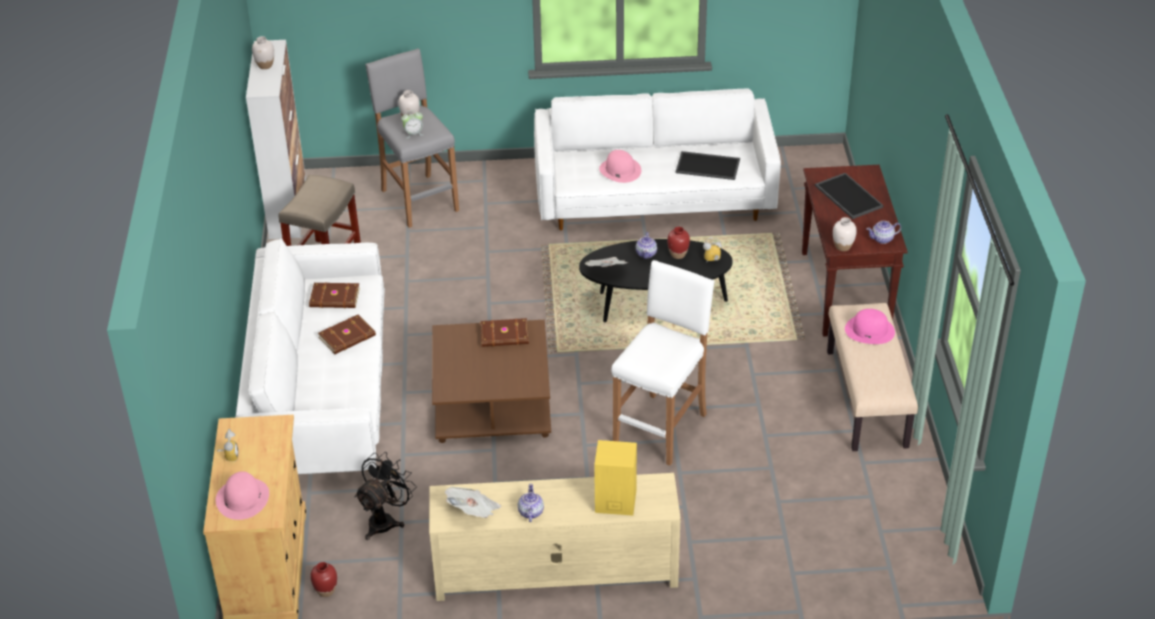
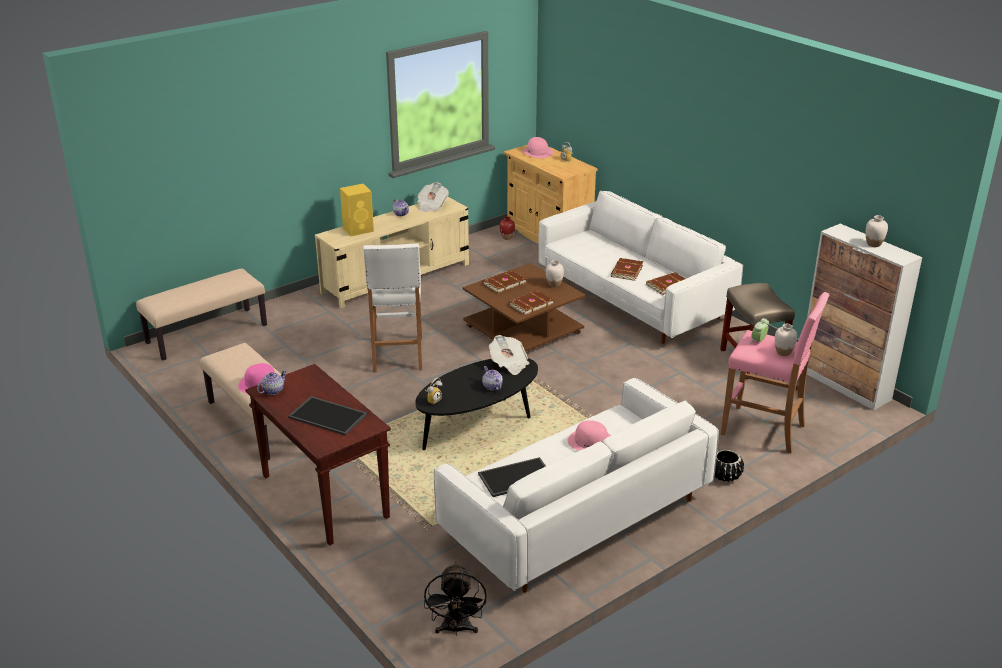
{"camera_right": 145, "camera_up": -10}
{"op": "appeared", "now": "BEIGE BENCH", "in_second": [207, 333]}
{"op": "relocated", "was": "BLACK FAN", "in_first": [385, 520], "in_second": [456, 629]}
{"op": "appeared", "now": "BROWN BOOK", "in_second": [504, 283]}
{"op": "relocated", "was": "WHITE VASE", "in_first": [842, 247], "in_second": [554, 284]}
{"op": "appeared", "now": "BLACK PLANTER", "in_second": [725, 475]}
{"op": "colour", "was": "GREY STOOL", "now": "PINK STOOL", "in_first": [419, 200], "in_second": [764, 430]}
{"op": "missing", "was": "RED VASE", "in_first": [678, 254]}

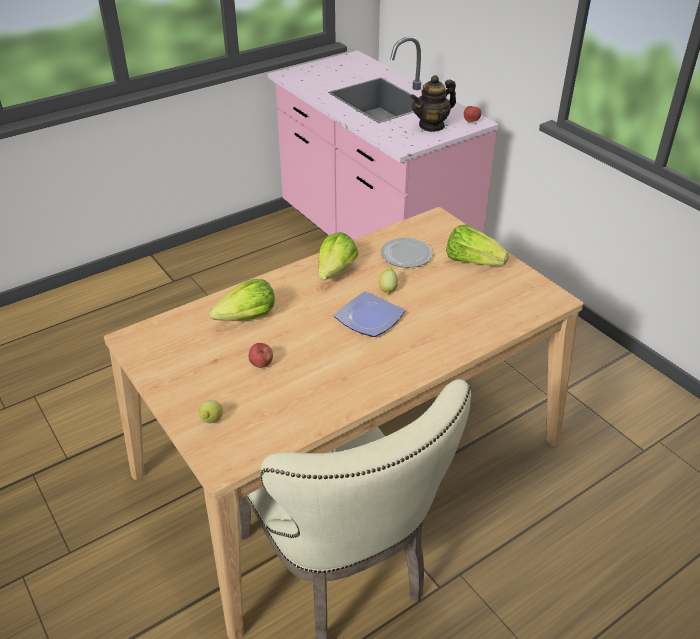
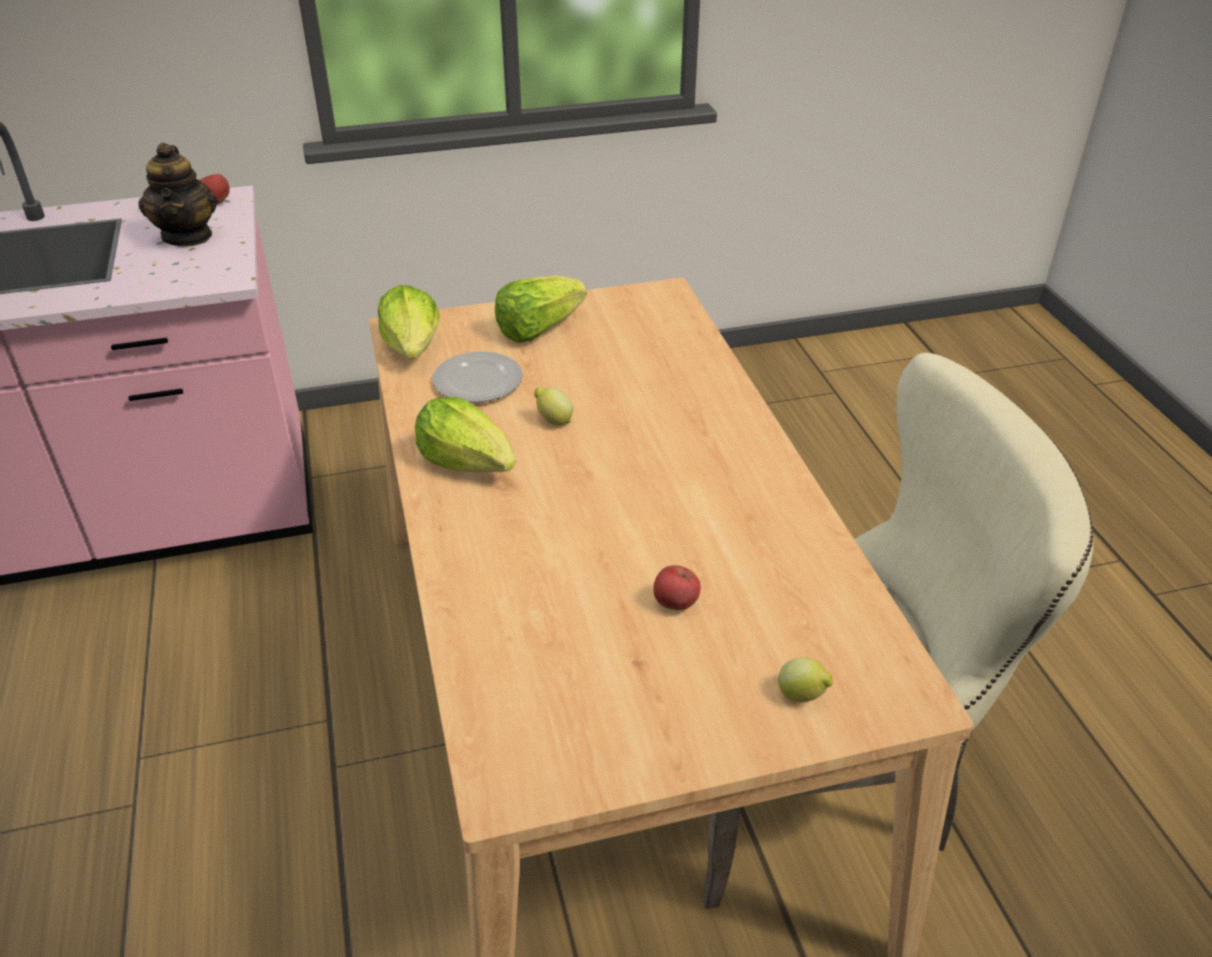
{"camera_right": -70, "camera_up": 0}
{"op": "relocated", "was": "LETTUCE", "in_first": [247, 317], "in_second": [413, 347]}
{"op": "missing", "was": "PLATE", "in_first": [369, 317]}

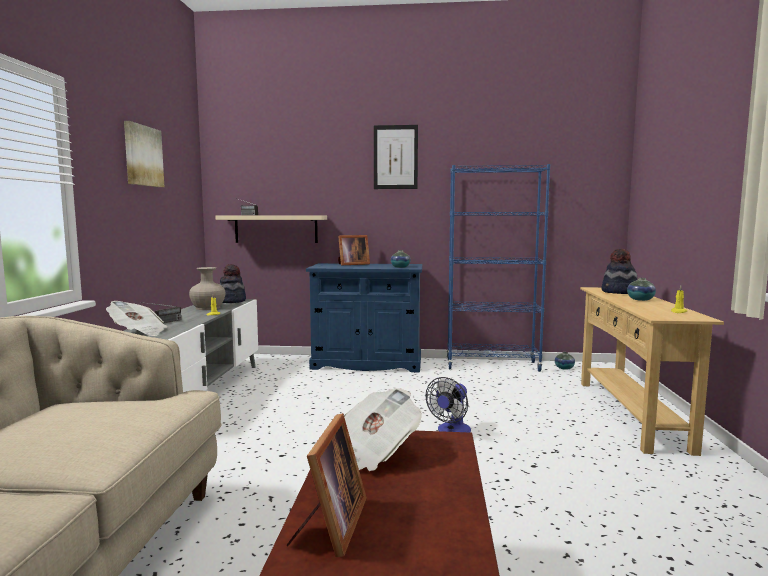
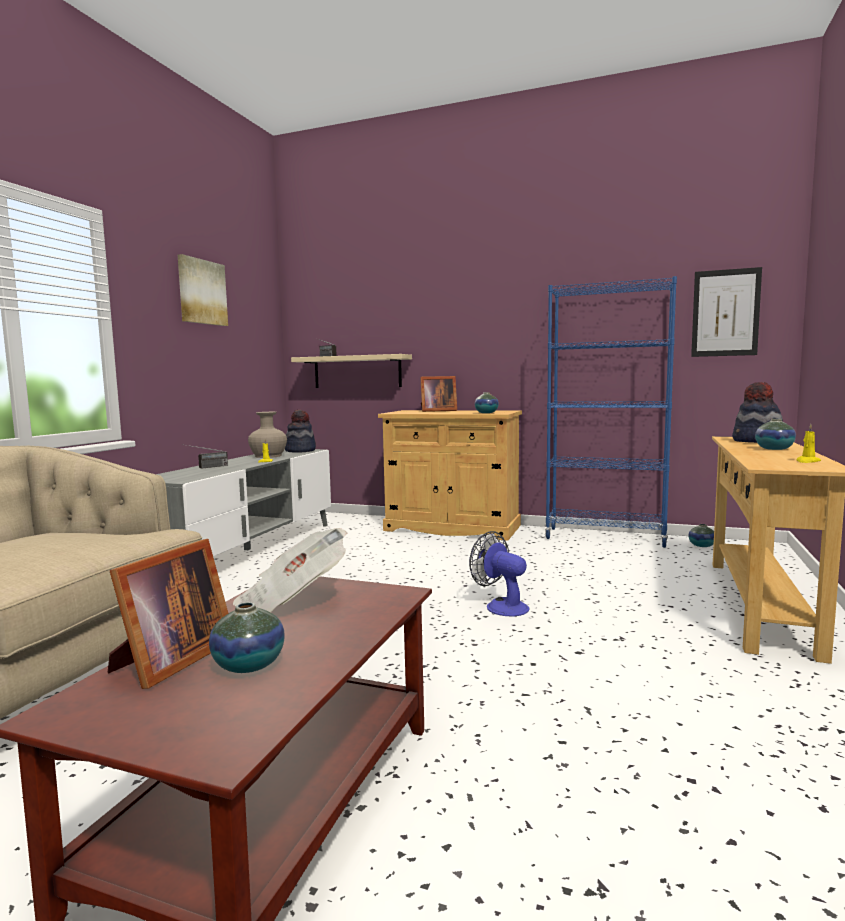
{"camera_right": 15, "camera_up": 0}
{"op": "appeared", "now": "VASE", "in_second": [248, 665]}
{"op": "colour", "was": "BLUE CABINET", "now": "BEIGE CABINET", "in_first": [367, 363], "in_second": [452, 528]}
{"op": "spun", "was": "FAN", "in_first": [451, 431], "in_second": [501, 606], "clockwise": 90}
{"op": "relocated", "was": "PICTURE", "in_first": [395, 157], "in_second": [725, 313]}
{"op": "missing", "was": "NEWSPAPER", "in_first": [138, 332]}

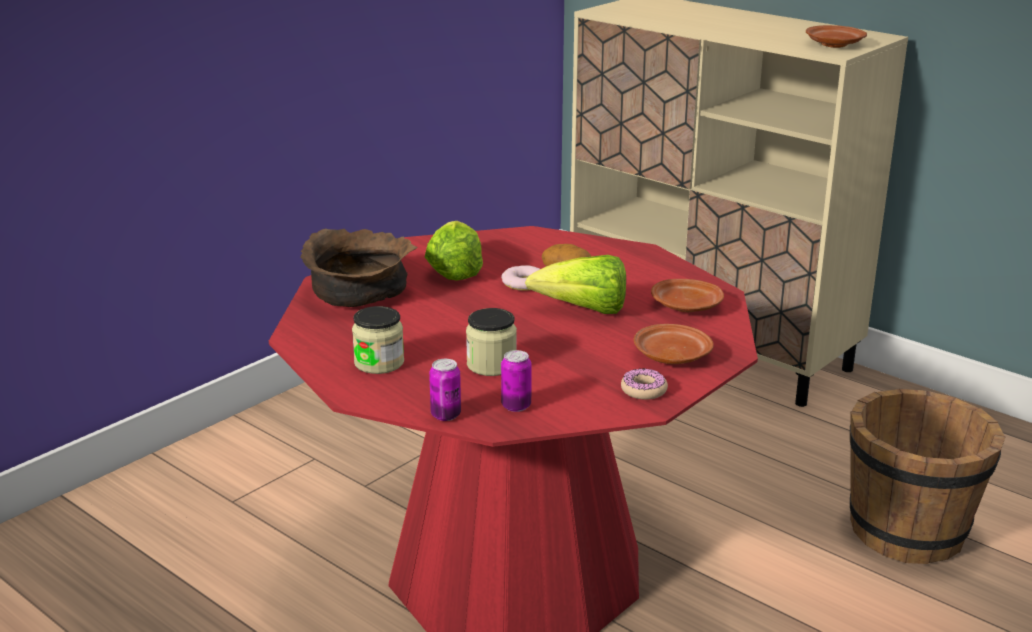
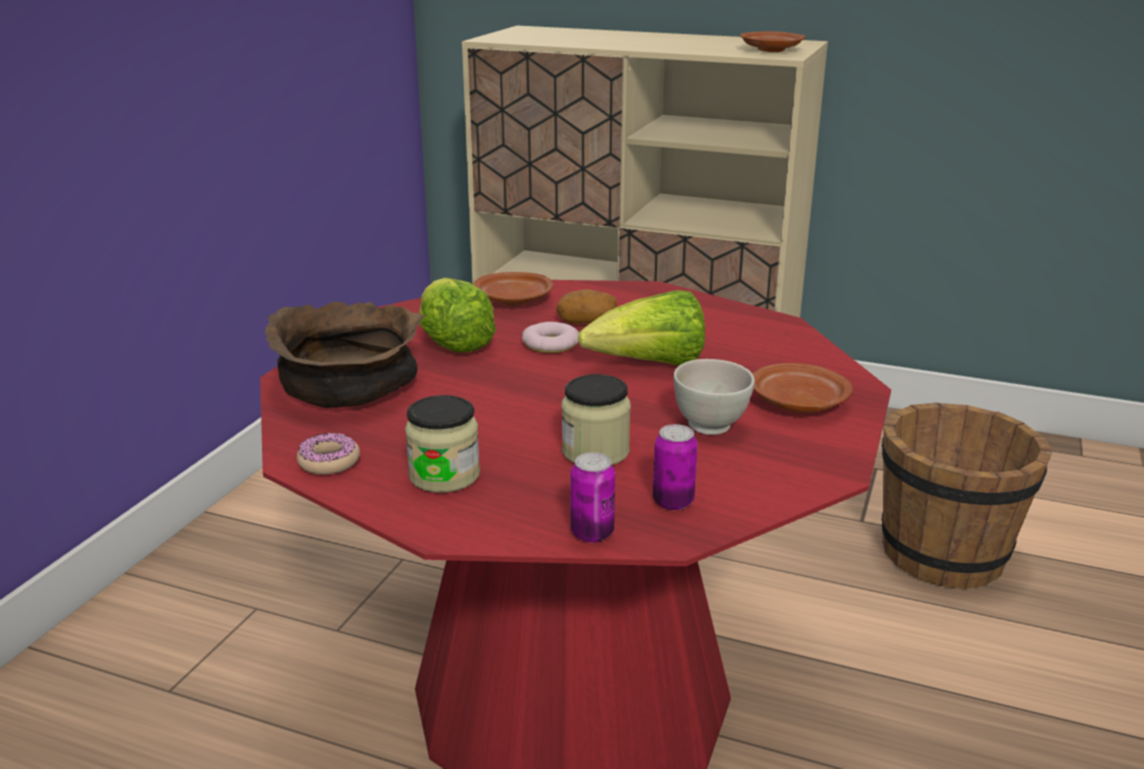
{"camera_right": -20, "camera_up": 0}
{"op": "relocated", "was": "DONUT", "in_first": [643, 390], "in_second": [329, 462]}
{"op": "relocated", "was": "BROWN PLATE", "in_first": [687, 307], "in_second": [514, 300]}
{"op": "appeared", "now": "WHITE BOWL", "in_second": [710, 426]}

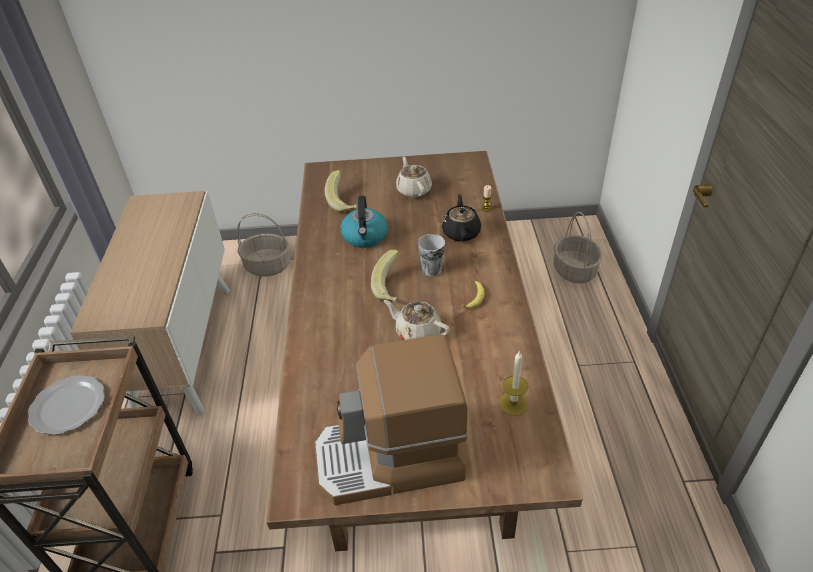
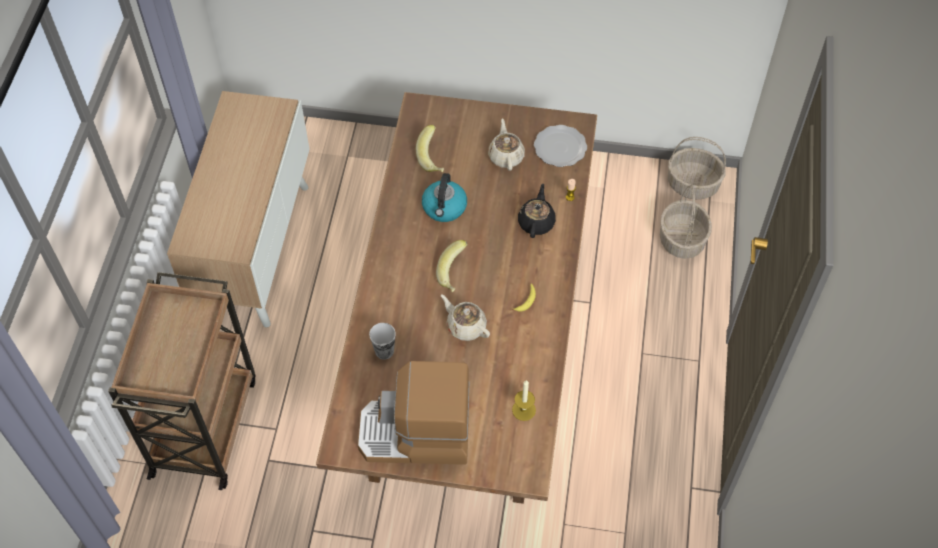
{"camera_right": 10, "camera_up": 15}
{"op": "relocated", "was": "CUP", "in_first": [432, 270], "in_second": [384, 351]}
{"op": "relocated", "was": "PLATE", "in_first": [67, 407], "in_second": [559, 148]}
{"op": "relocated", "was": "BASKET", "in_first": [268, 266], "in_second": [693, 184]}

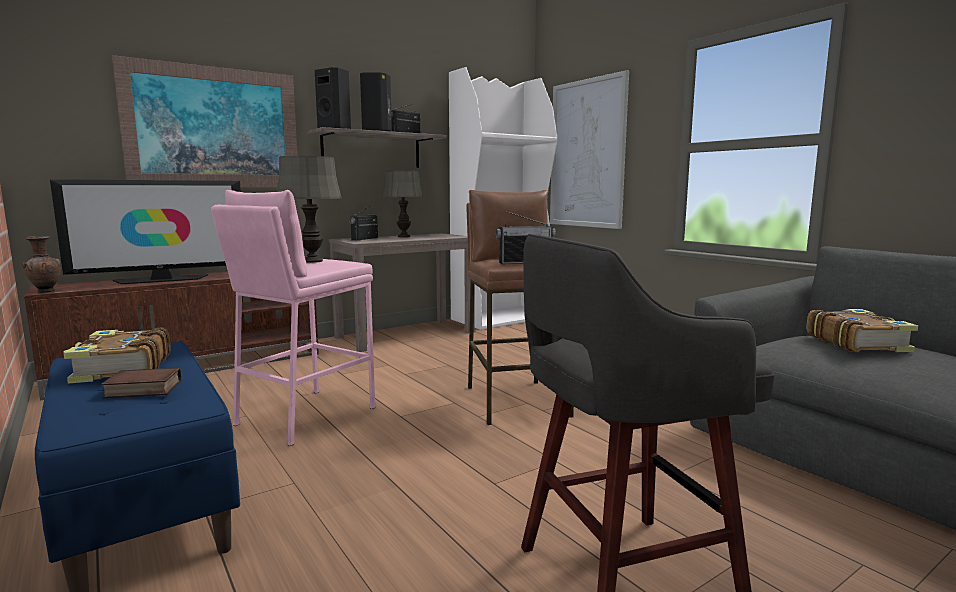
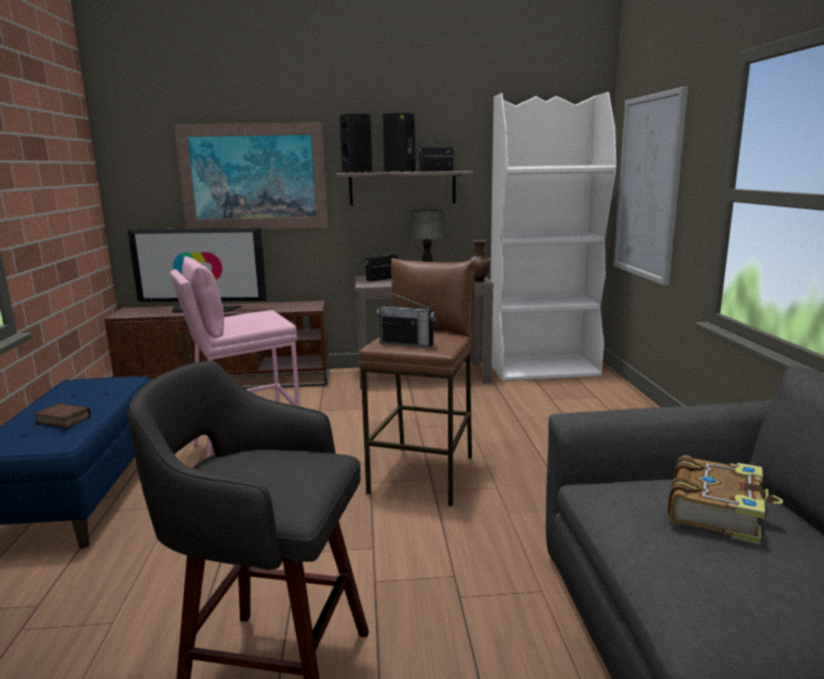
{"camera_right": 30, "camera_up": 5}
{"op": "relocated", "was": "BROWN VASE", "in_first": [45, 292], "in_second": [479, 281]}
{"op": "missing", "was": "BOOK", "in_first": [121, 368]}
{"op": "missing", "was": "GREY TABLE LAMP", "in_first": [312, 261]}

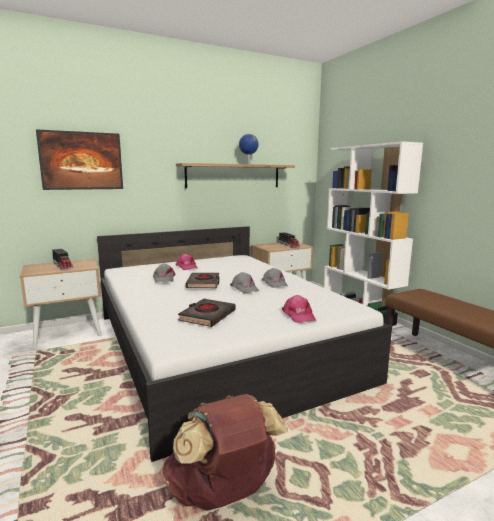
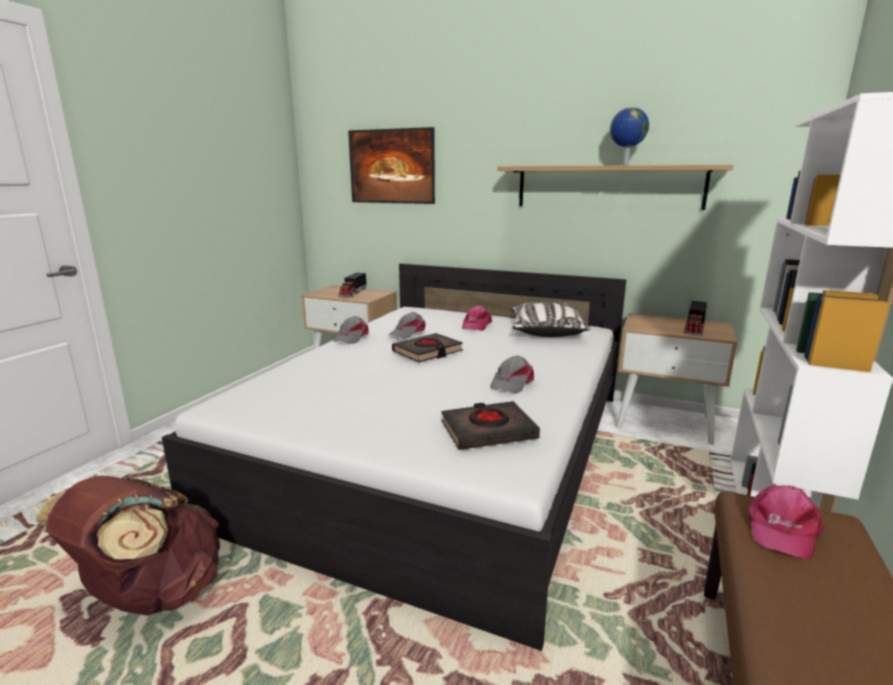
{"camera_right": 50, "camera_up": 5}
{"op": "relocated", "was": "GREY CAP", "in_first": [244, 288], "in_second": [351, 337]}
{"op": "relocated", "was": "BLACK BOOK", "in_first": [207, 316], "in_second": [488, 431]}
{"op": "appeared", "now": "PILLOW", "in_second": [546, 331]}
{"op": "relocated", "was": "PINK CAP", "in_first": [298, 315], "in_second": [781, 529]}

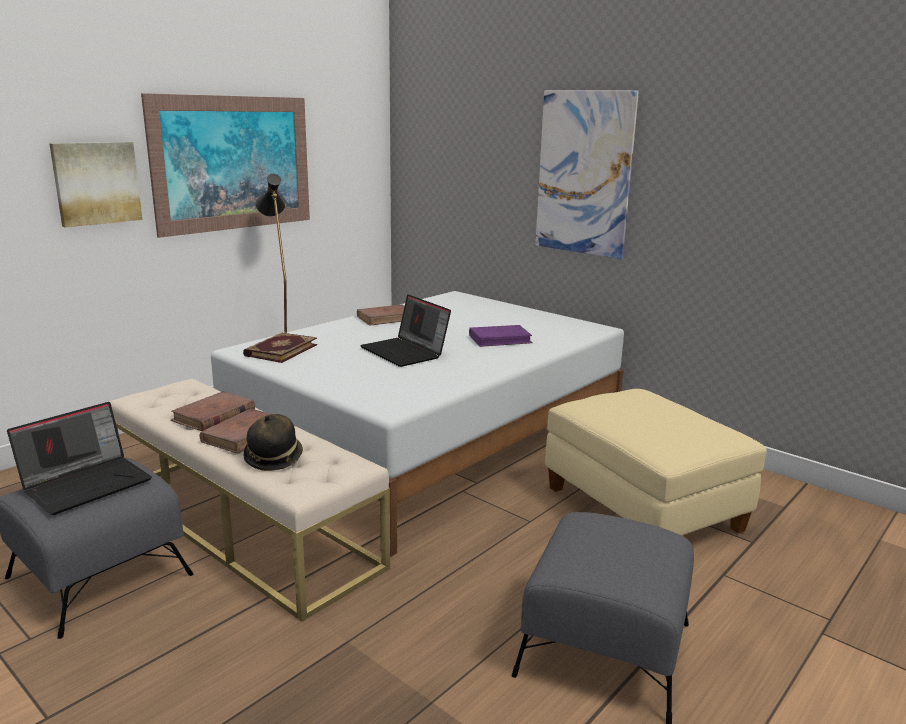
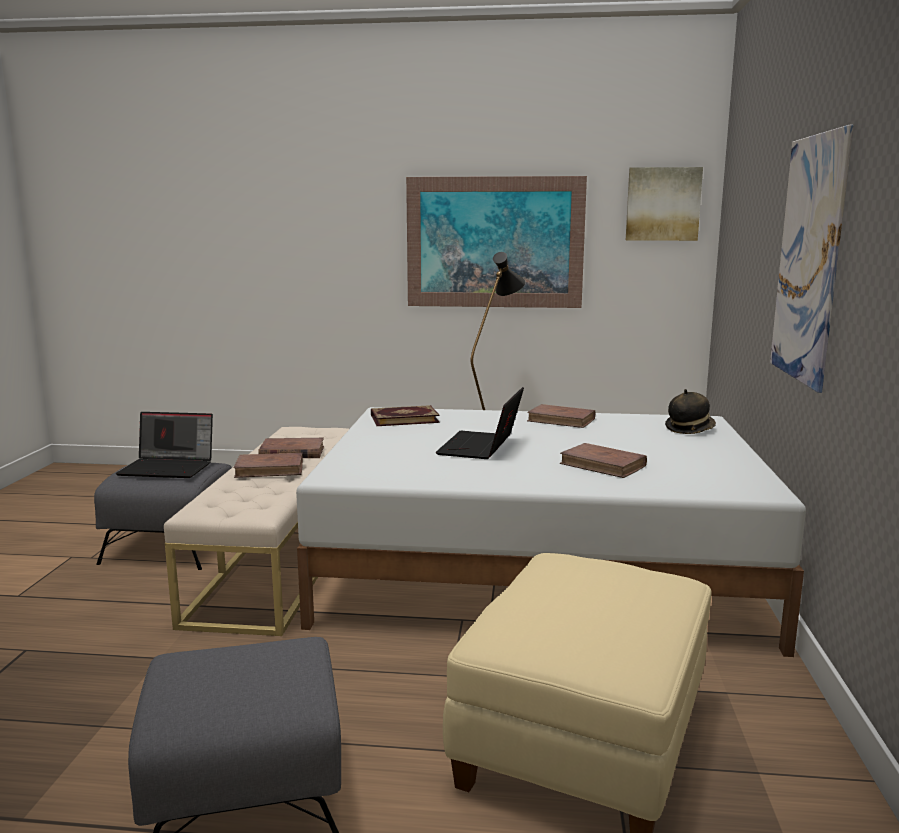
{"camera_right": 55, "camera_up": -5}
{"op": "colour", "was": "PURPLE BOOK", "now": "BROWN BOOK", "in_first": [500, 339], "in_second": [603, 465]}
{"op": "relocated", "was": "PICTURE", "in_first": [96, 183], "in_second": [663, 204]}
{"op": "relocated", "was": "HAT", "in_first": [273, 458], "in_second": [689, 429]}

